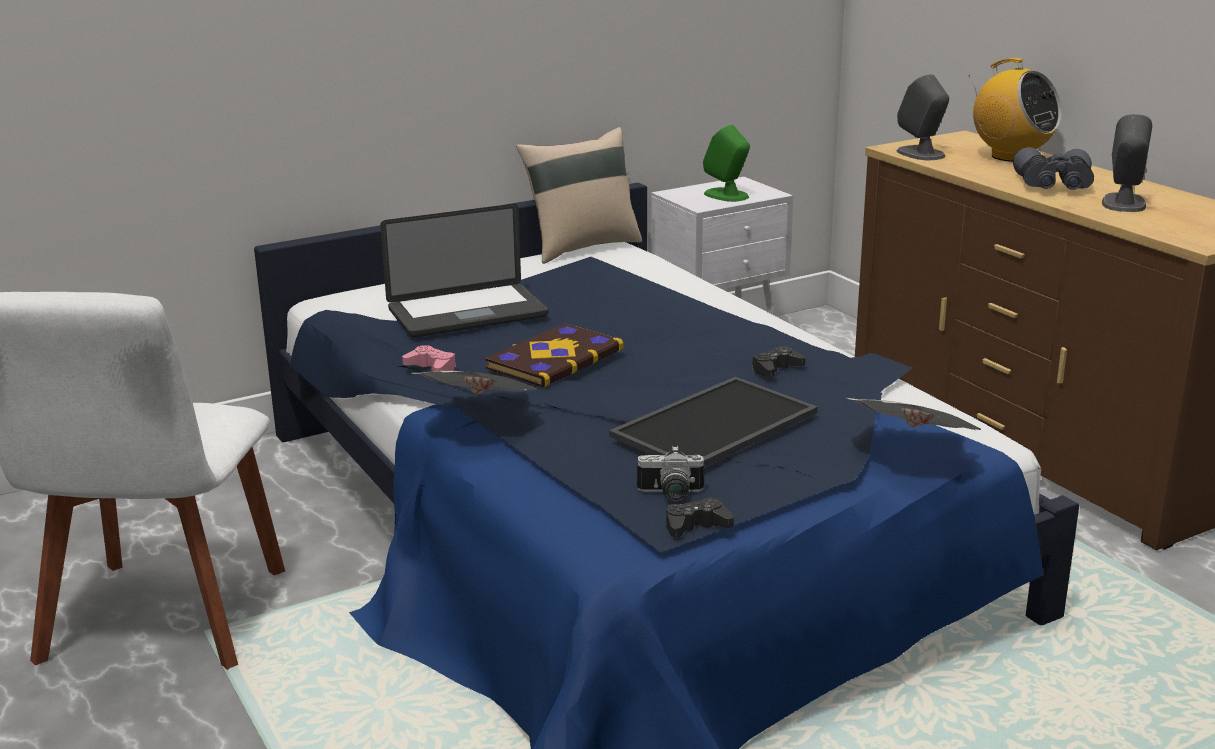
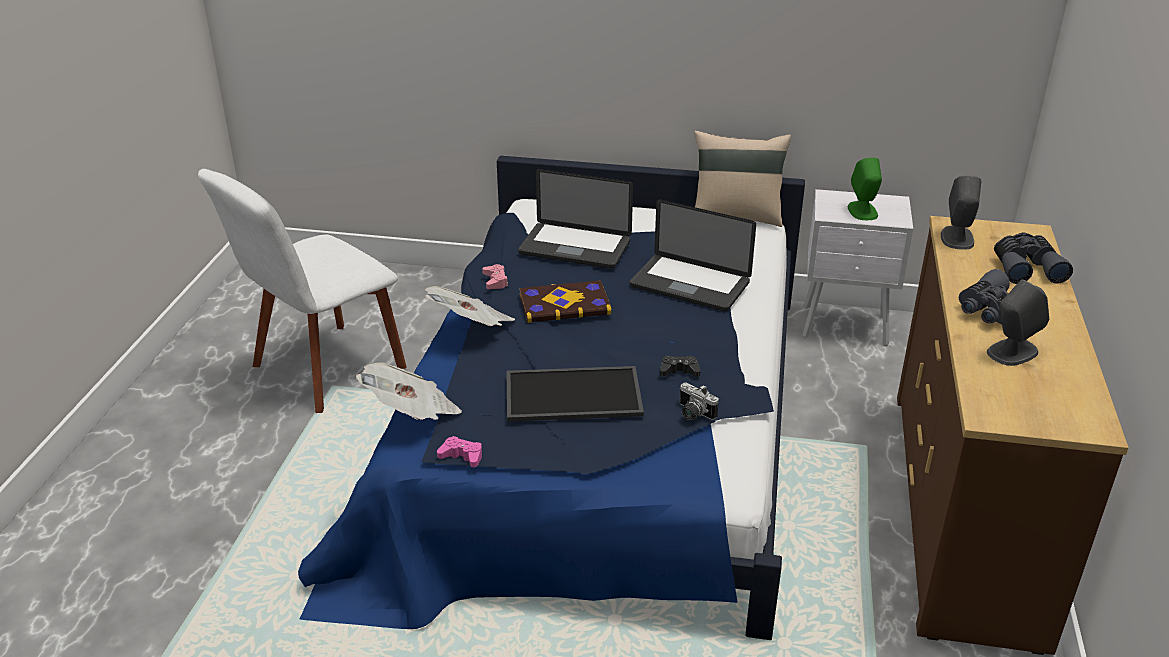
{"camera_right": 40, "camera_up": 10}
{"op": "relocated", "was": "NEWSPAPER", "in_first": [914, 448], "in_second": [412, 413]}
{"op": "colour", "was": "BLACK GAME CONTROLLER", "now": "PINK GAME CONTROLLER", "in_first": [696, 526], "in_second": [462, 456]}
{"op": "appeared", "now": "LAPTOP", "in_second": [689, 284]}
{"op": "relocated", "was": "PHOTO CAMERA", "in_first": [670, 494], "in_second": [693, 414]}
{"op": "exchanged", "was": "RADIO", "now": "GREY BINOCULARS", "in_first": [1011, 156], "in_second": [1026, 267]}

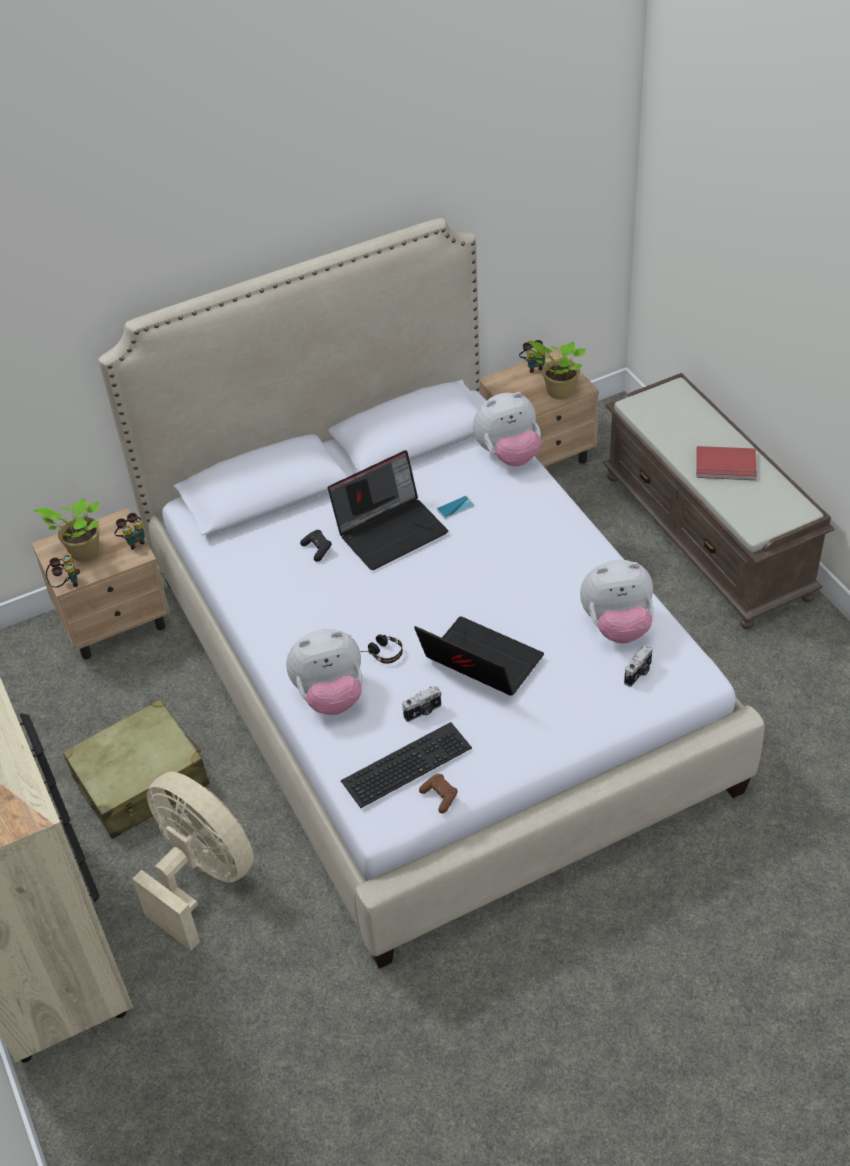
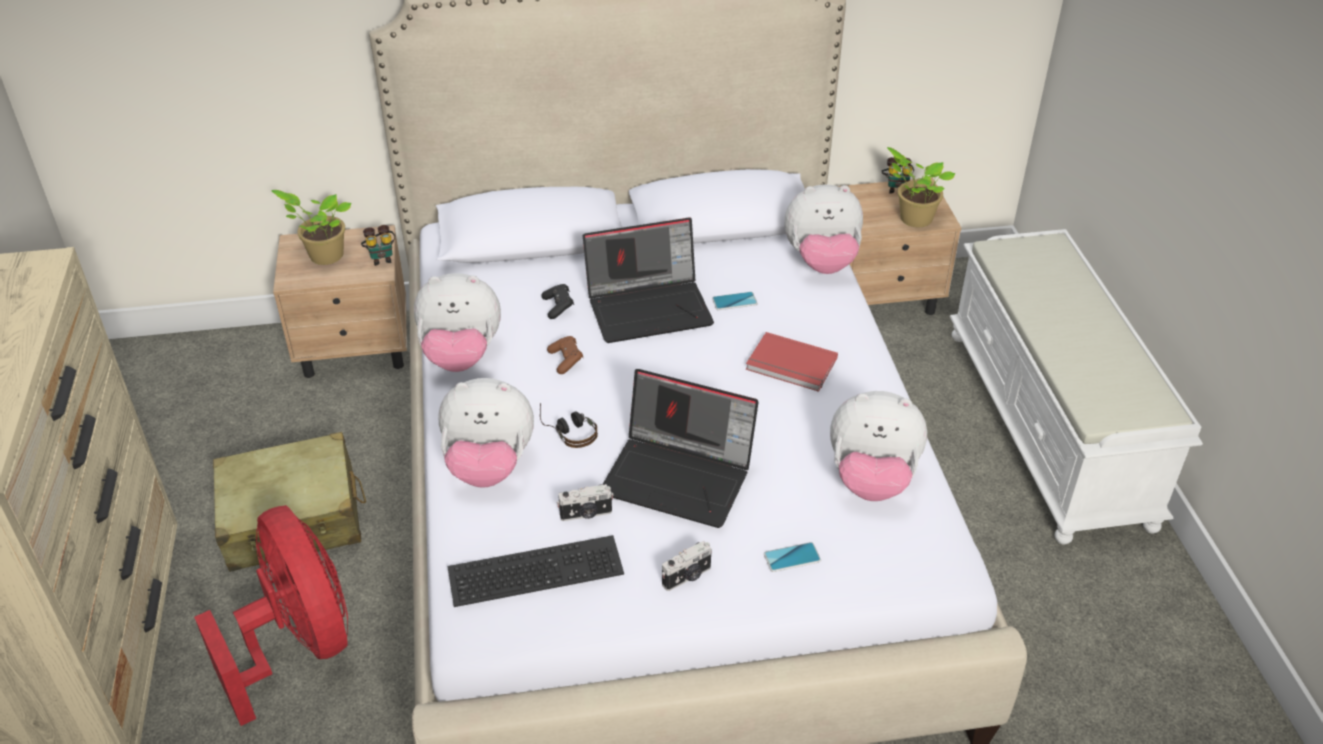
{"camera_right": 15, "camera_up": -5}
{"op": "colour", "was": "BEIGE FAN", "now": "RED FAN", "in_first": [201, 877], "in_second": [298, 644]}
{"op": "appeared", "now": "PLUSH TOY", "in_second": [461, 356]}
{"op": "relocated", "was": "BROWN GAME CONTROLLER", "in_first": [440, 796], "in_second": [566, 360]}
{"op": "spun", "was": "LAPTOP", "in_first": [478, 663], "in_second": [680, 476], "clockwise": 150}
{"op": "relocated", "was": "PHOTO CAMERA", "in_first": [639, 673], "in_second": [687, 577]}
{"op": "relocated", "was": "RED BOOK", "in_first": [726, 466], "in_second": [791, 366]}
{"op": "appeared", "now": "PHONE", "in_second": [792, 557]}
{"op": "colour", "was": "BROWN BENCH", "now": "WHITE BENCH", "in_first": [708, 536], "in_second": [1049, 427]}
{"op": "missing", "was": "BINOCULARS", "in_first": [66, 584]}

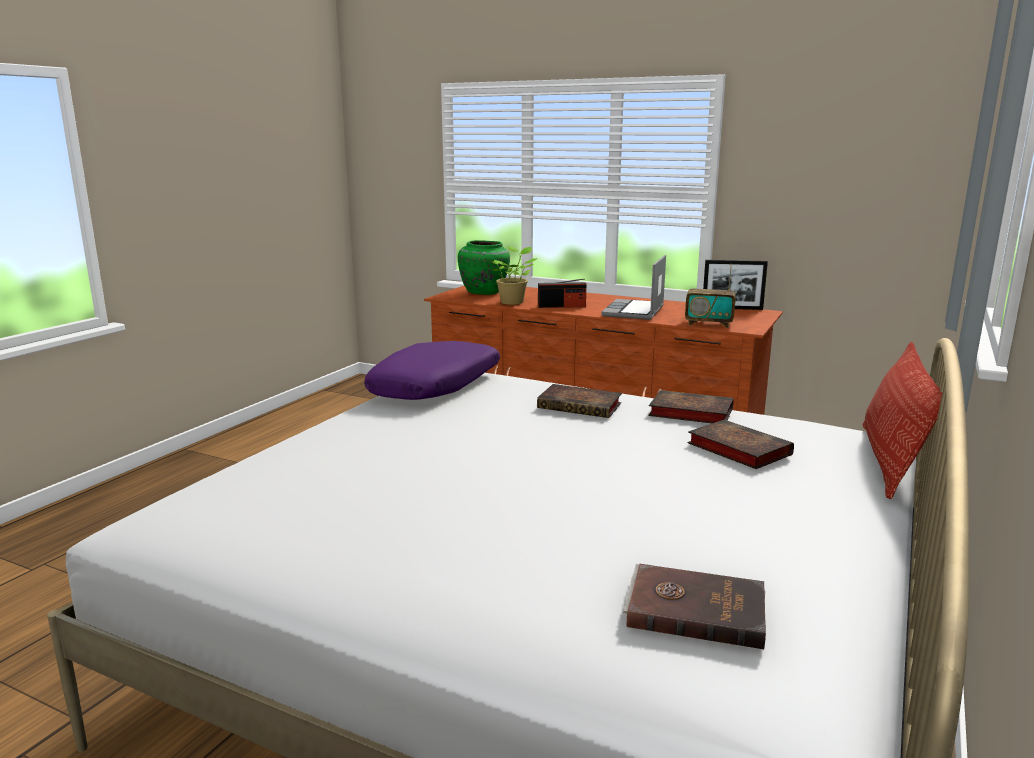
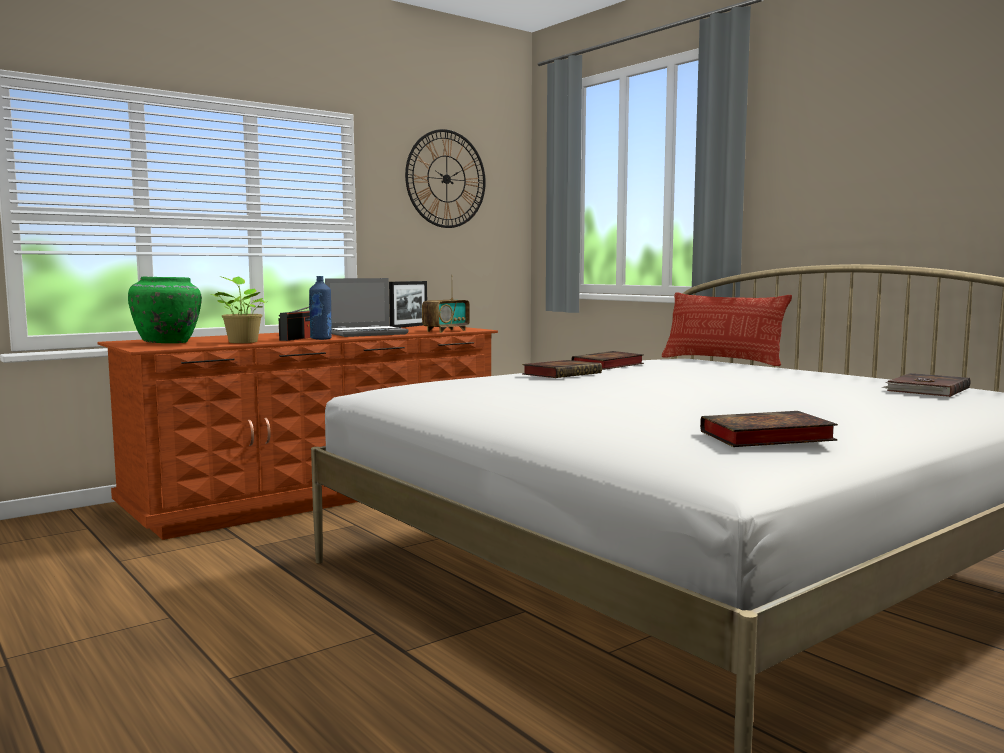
{"camera_right": -65, "camera_up": -10}
{"op": "appeared", "now": "BLUE BOTTLE", "in_second": [321, 339]}
{"op": "spun", "was": "LAPTOP", "in_first": [634, 311], "in_second": [367, 333], "clockwise": -75}
{"op": "appeared", "now": "WALL CLOCK", "in_second": [446, 179]}
{"op": "relocated", "was": "BOOK", "in_first": [736, 449], "in_second": [764, 437]}
{"op": "missing", "was": "PURPLE PILLOW", "in_first": [436, 386]}

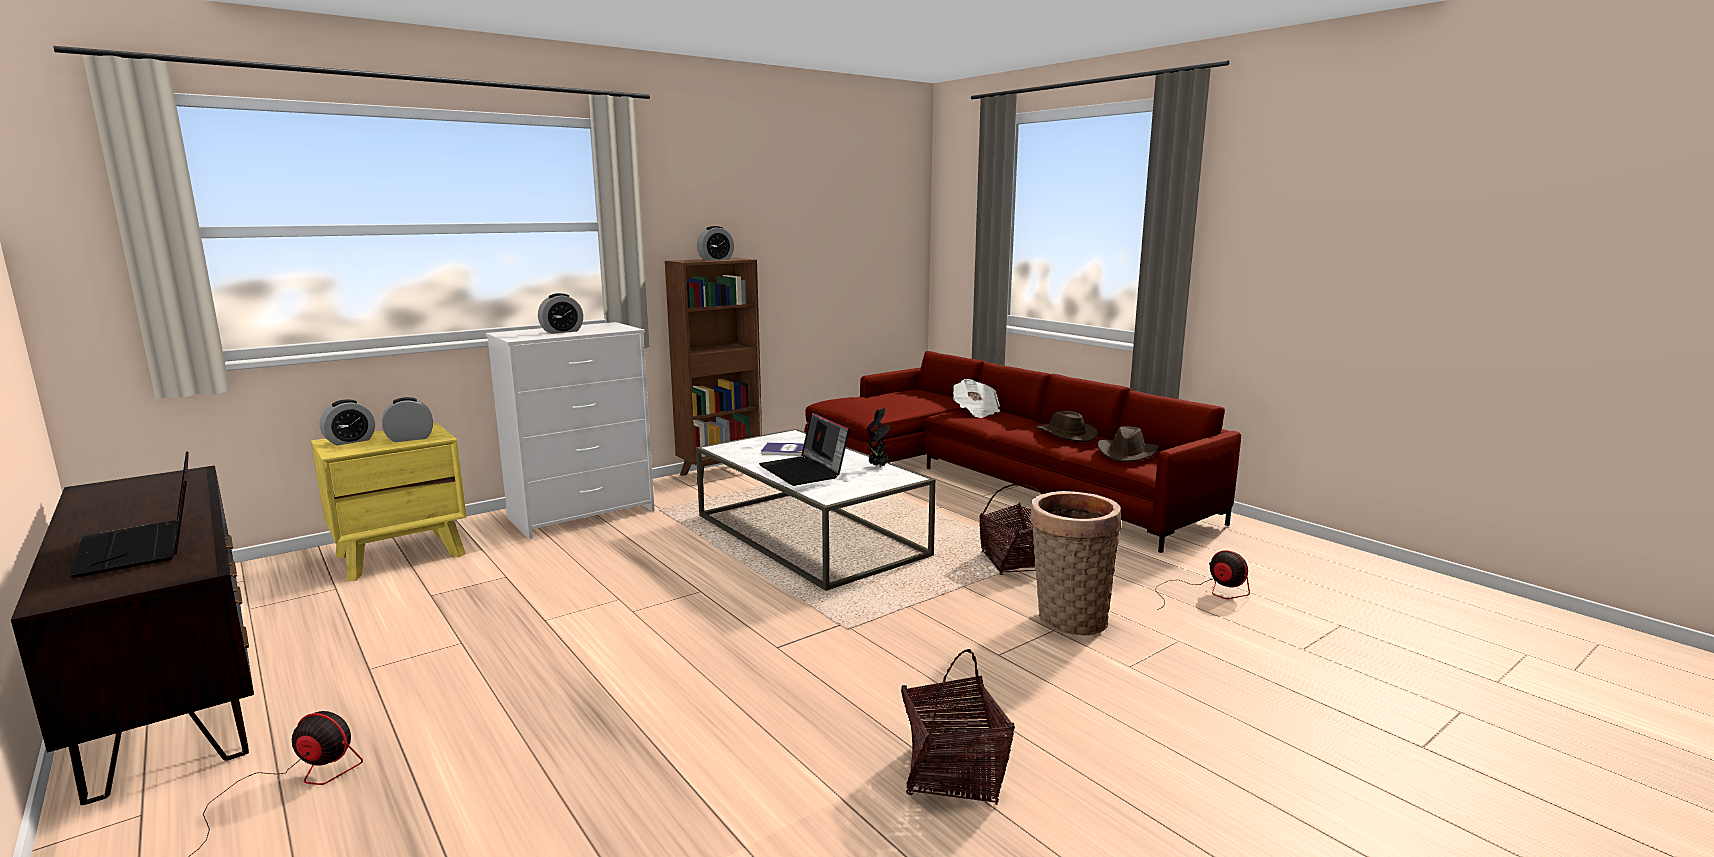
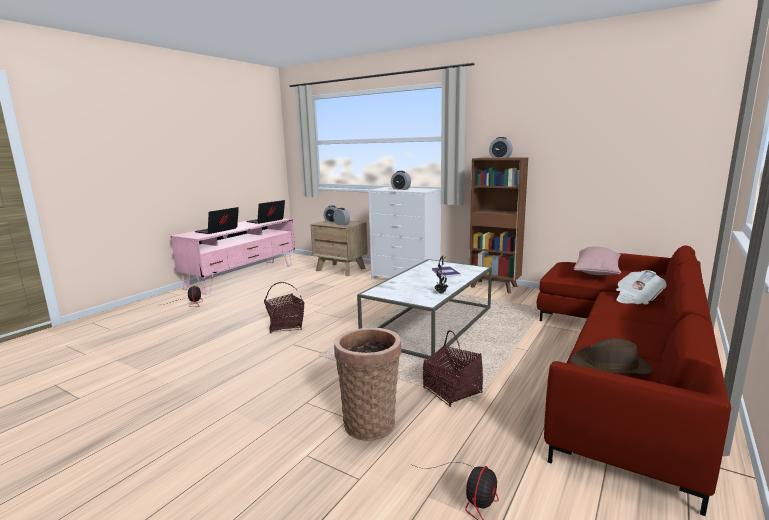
{"camera_right": 70, "camera_up": 0}
{"op": "colour", "was": "BROWN TV STAND", "now": "PINK TV STAND", "in_first": [173, 684], "in_second": [242, 276]}
{"op": "relocated", "was": "LAPTOP", "in_first": [805, 471], "in_second": [266, 221]}
{"op": "relocated", "was": "BASKET", "in_first": [953, 773], "in_second": [285, 325]}
{"op": "colour", "was": "YELLOW NIGHTSTAND", "now": "BROWN NIGHTSTAND", "in_first": [401, 555], "in_second": [341, 269]}
{"op": "appeared", "now": "PINK PILLOW", "in_second": [597, 272]}
{"op": "missing", "was": "BROWN HAT", "in_first": [1065, 434]}

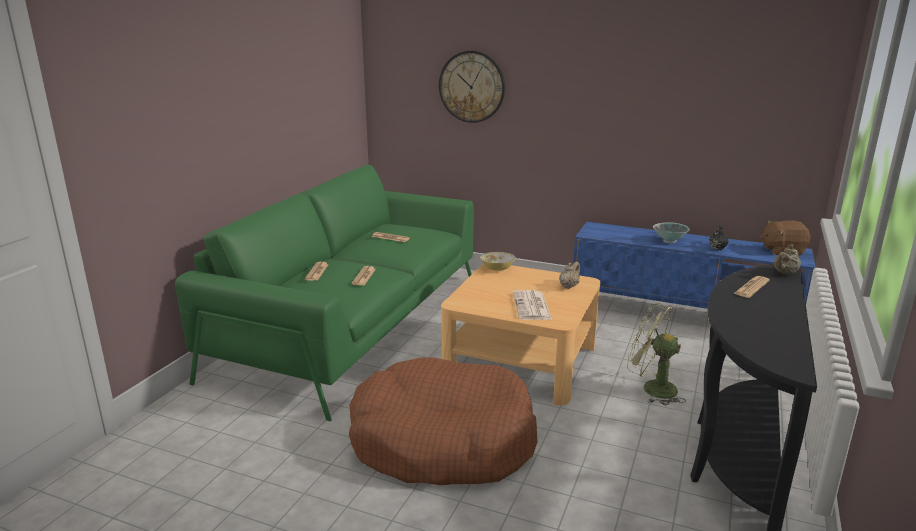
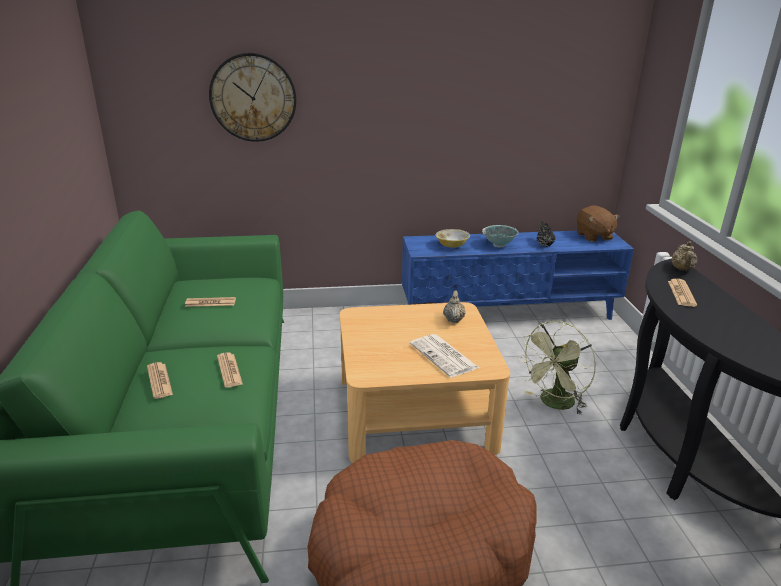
{"camera_right": -30, "camera_up": 5}
{"op": "relocated", "was": "BOWL", "in_first": [497, 268], "in_second": [452, 245]}
{"op": "spun", "was": "GREEN FAN", "in_first": [651, 388], "in_second": [554, 404], "clockwise": -45}
{"op": "spun", "was": "BROWN PLUSH TOY", "in_first": [782, 251], "in_second": [593, 236], "clockwise": -75}

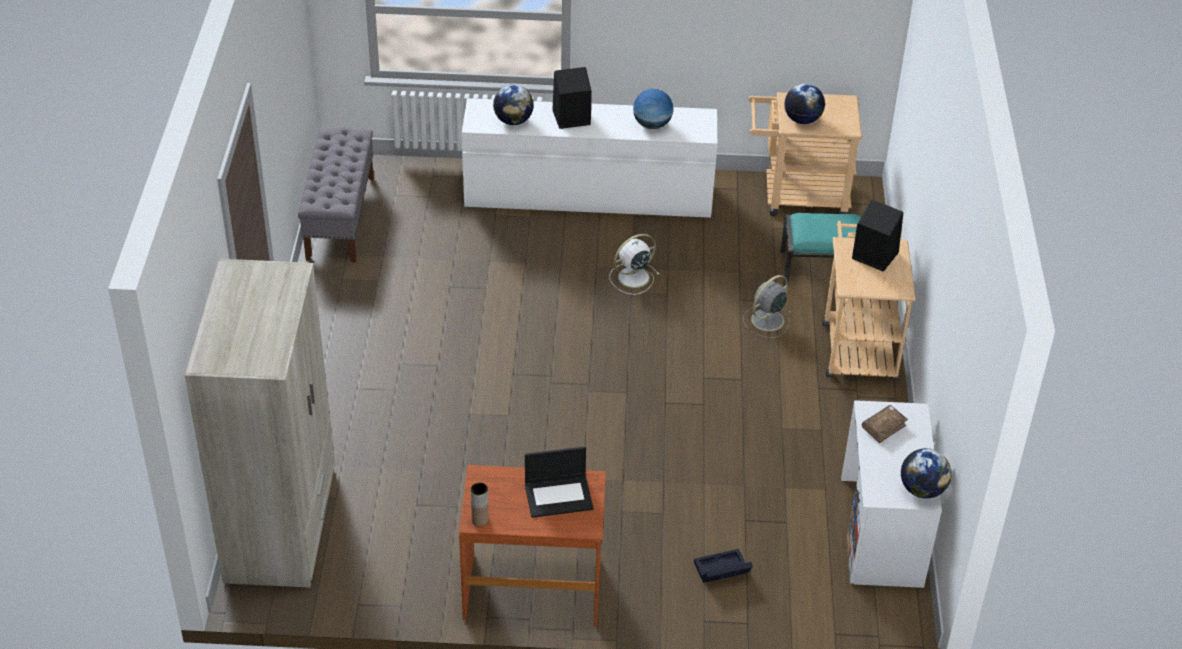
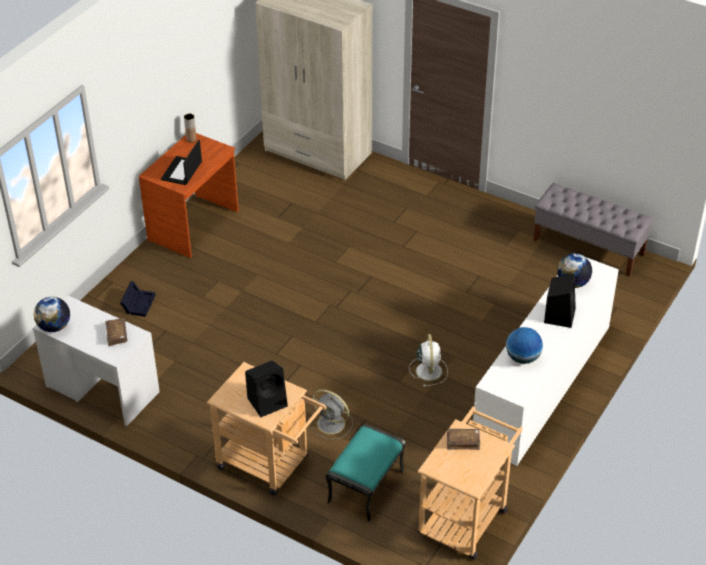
{"camera_right": 120, "camera_up": 0}
{"op": "spun", "was": "GREY FAN", "in_first": [766, 321], "in_second": [332, 424], "clockwise": 135}
{"op": "exchanged", "was": "GLOBE", "now": "BROWN BOOK", "in_first": [802, 120], "in_second": [463, 441]}

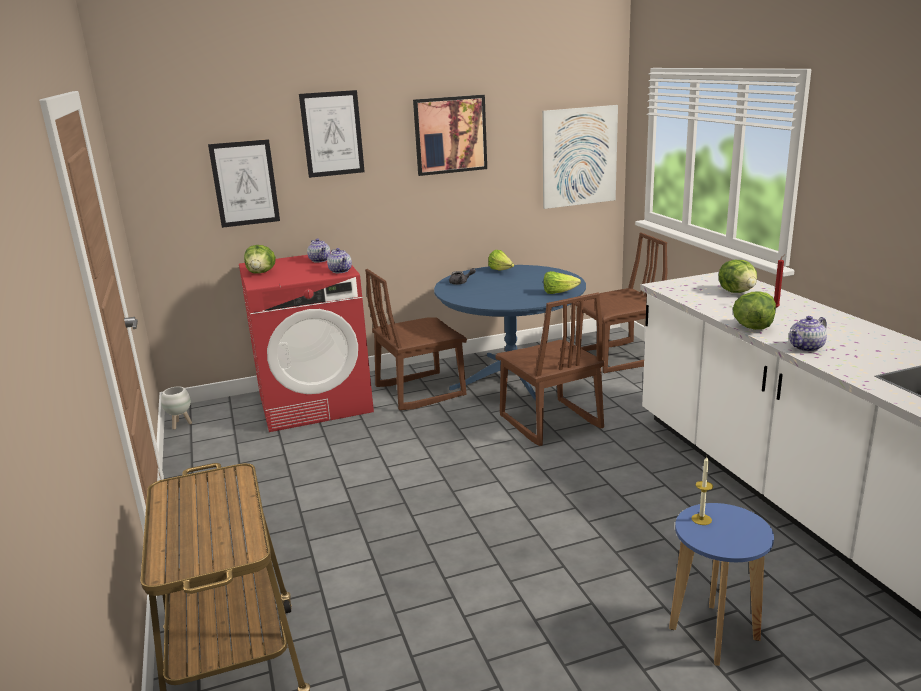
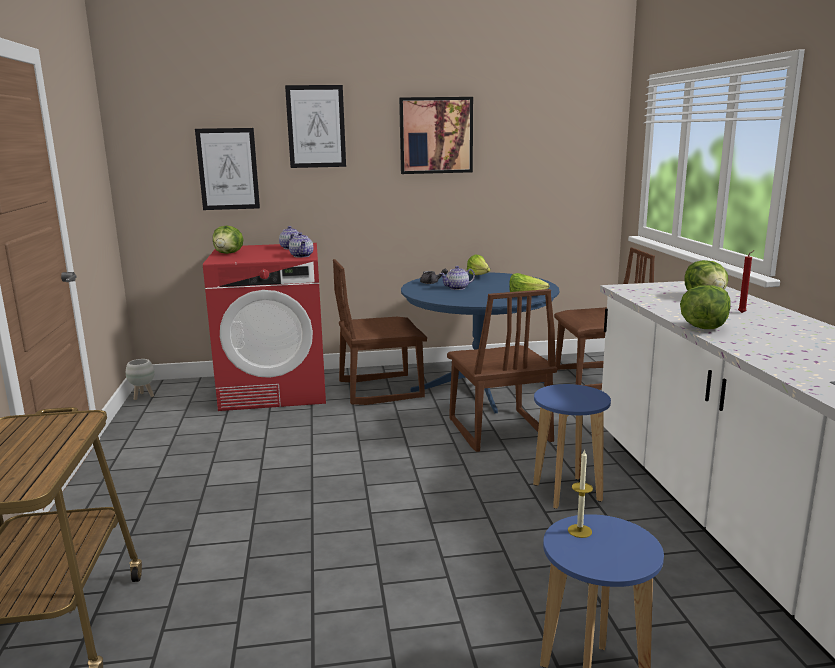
{"camera_right": 10, "camera_up": -5}
{"op": "relocated", "was": "TEAPOT", "in_first": [806, 347], "in_second": [457, 288]}
{"op": "appeared", "now": "BLUE STOOL", "in_second": [567, 492]}
{"op": "missing", "was": "PICTURE", "in_first": [579, 157]}

